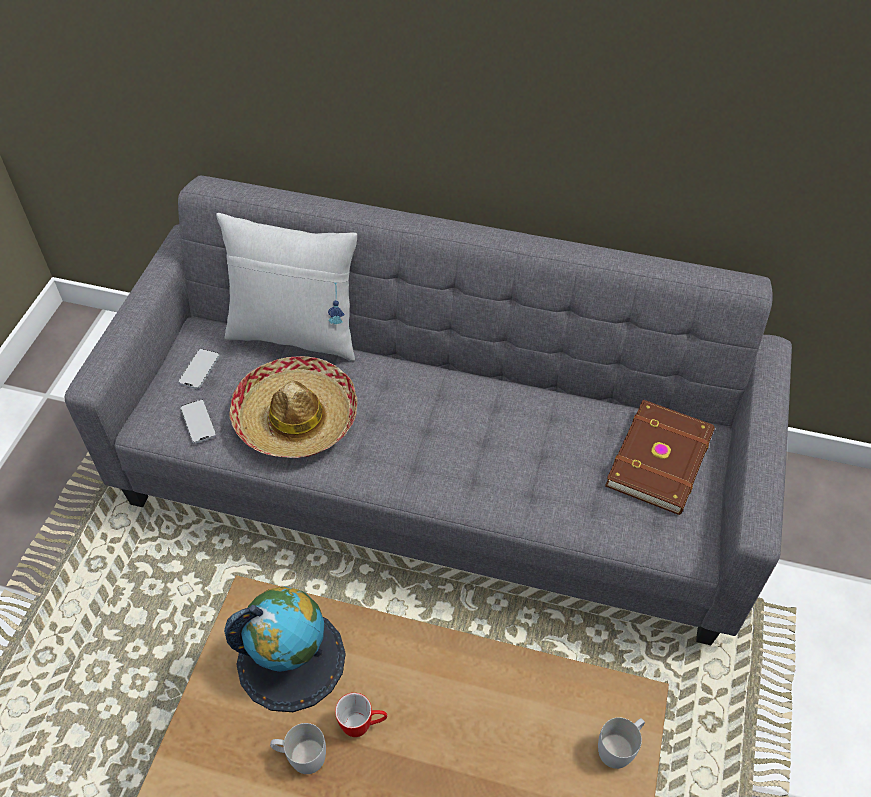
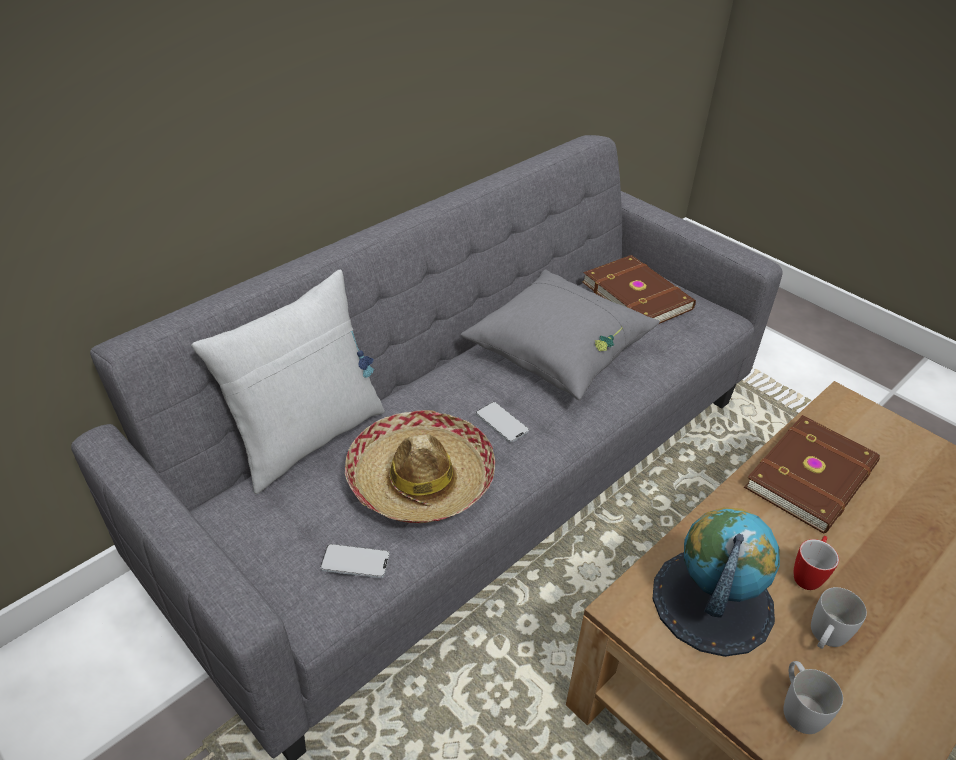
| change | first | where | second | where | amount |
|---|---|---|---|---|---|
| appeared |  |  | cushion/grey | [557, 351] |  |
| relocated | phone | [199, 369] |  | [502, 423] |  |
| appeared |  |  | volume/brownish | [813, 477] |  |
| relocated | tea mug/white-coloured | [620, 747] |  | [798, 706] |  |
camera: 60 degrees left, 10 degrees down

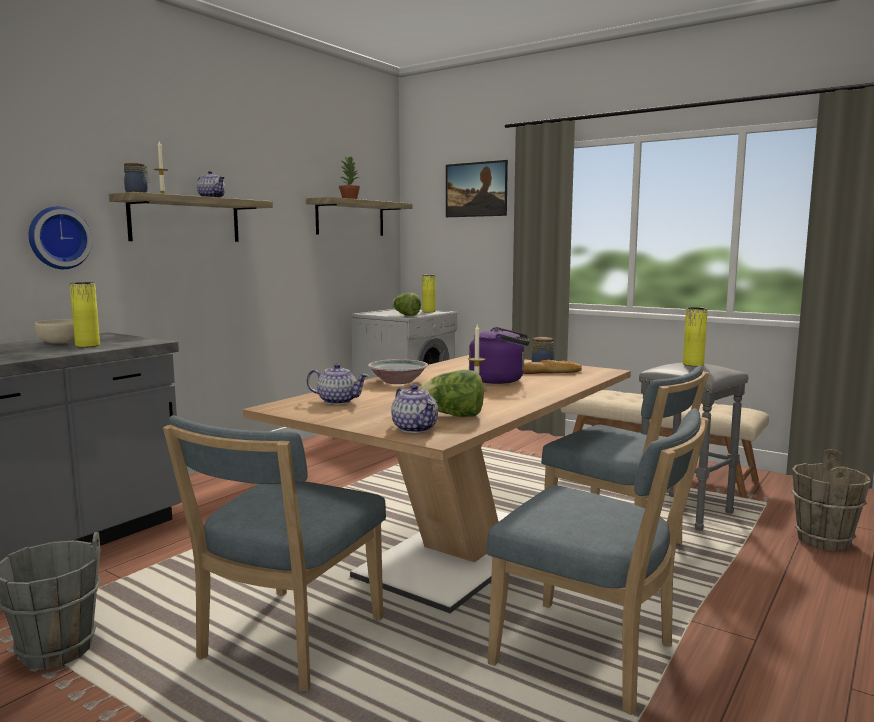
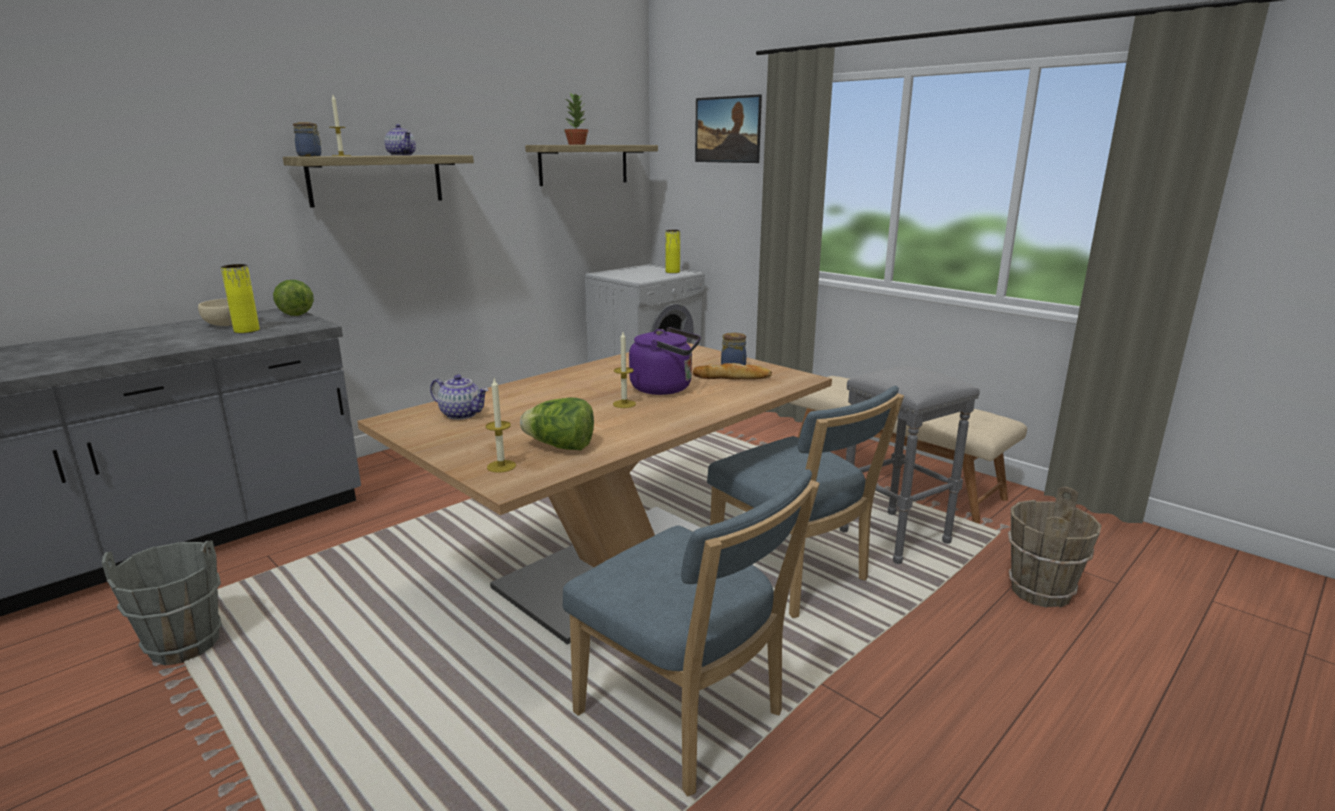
| change | first | where | second | where | amount |
|---|---|---|---|---|---|
| relocated | head of lettuce | [406, 315] |  | [294, 313] |  |
| exchanged | pot for tea | [415, 429] | wax candle | [501, 466] |  |
| missing | clock on the wall | [58, 238] |  |  |  |
| missing | plain chair/blue | [286, 642] |  |  |  |
| missing | deep dish | [397, 381] |  |  |  |
| missing | flower vase/yellow-coloured | [693, 364] |  |  |  |
camera: 10 degrees right, 10 degrees up

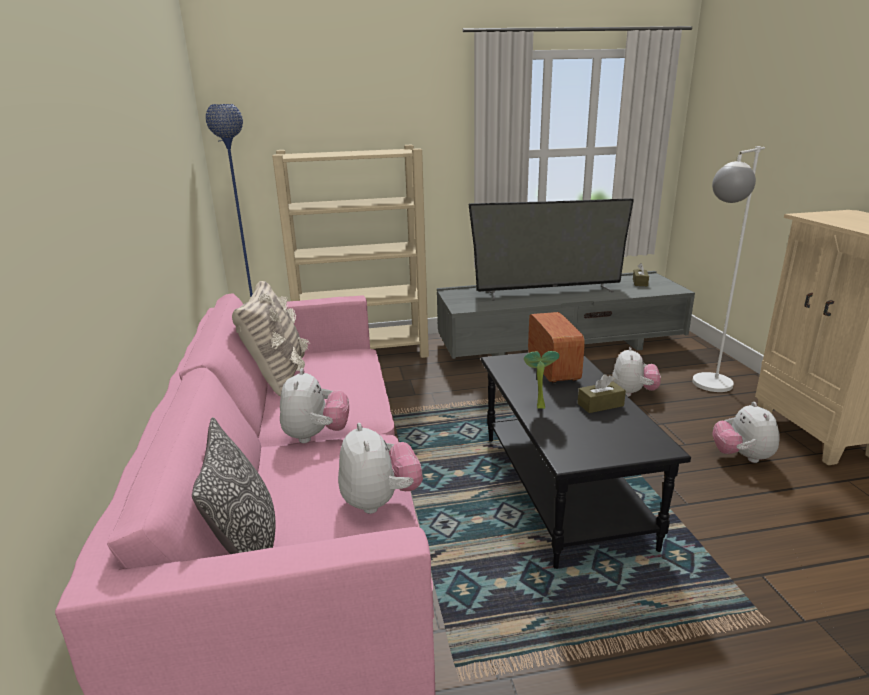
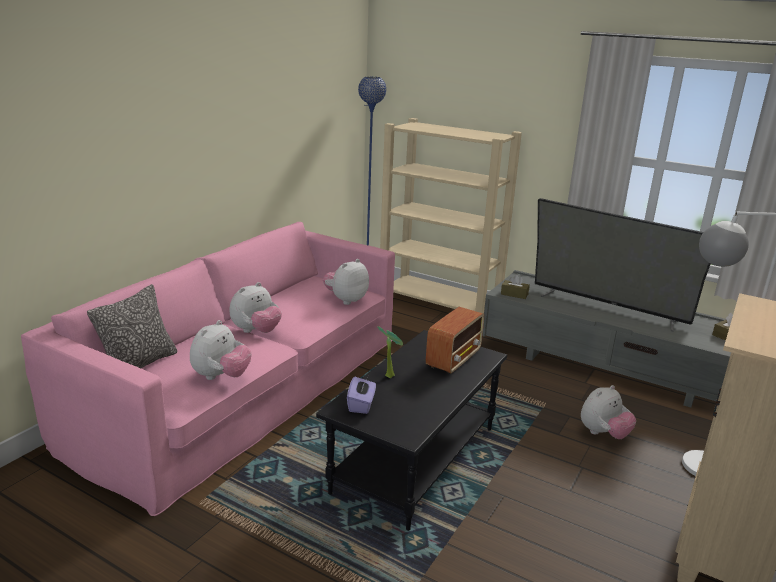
| change | first | where | second | where | amount |
|---|---|---|---|---|---|
| relocated | plush toy | [741, 457] |  | [346, 300] |  |
| appeared |  |  | tissue box/purple | [361, 405] |  |
| relocated | tissue box/brownish | [600, 405] |  | [514, 294] |  |
| missing | cushion/beige | [280, 376] |  |  |  |
camera: 40 degrees right, 0 degrees up

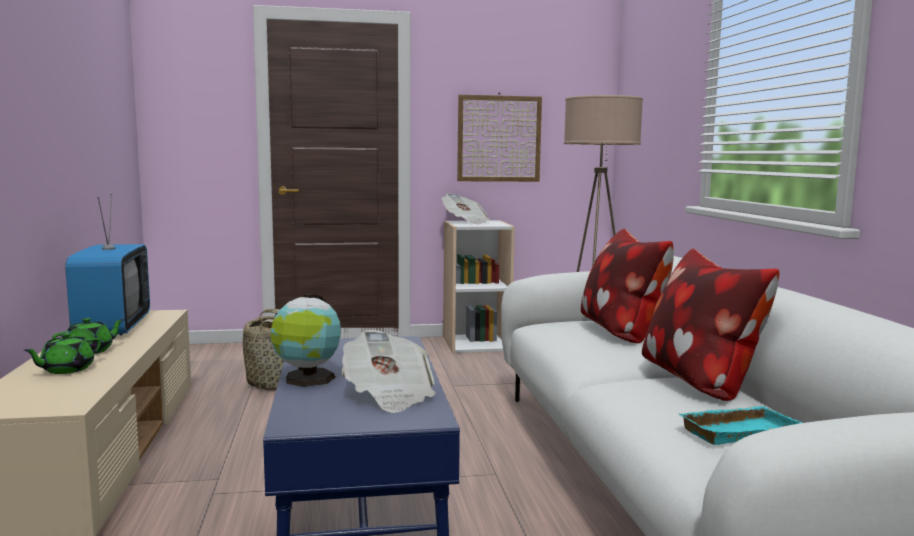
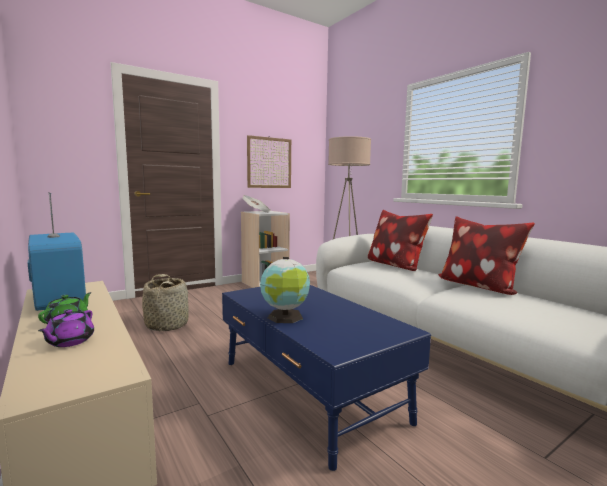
| change | first | where | second | where | amount |
|---|---|---|---|---|---|
| colour | pot for tea/greenish | [66, 370] | pot for tea/purple | [69, 341] |  |
| missing | newspaper | [388, 395] |  |  |  |
| missing | tray/blue-green | [737, 430] |  |  |  |
camera: 25 degrees left, 0 degrees up

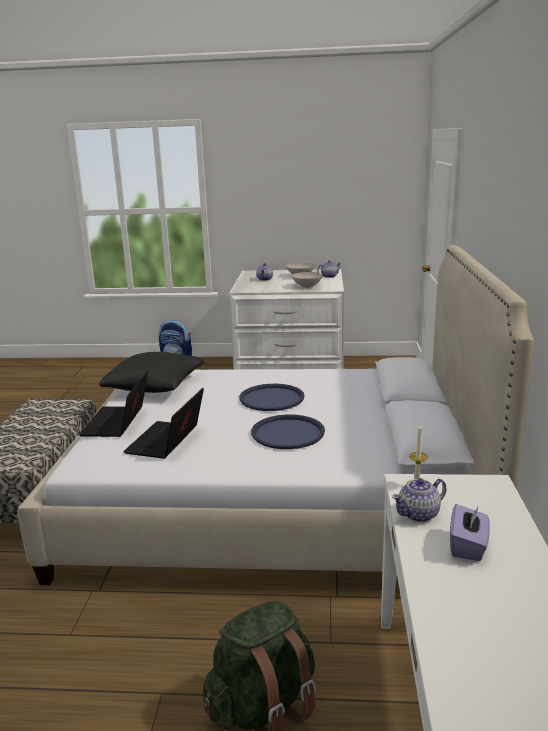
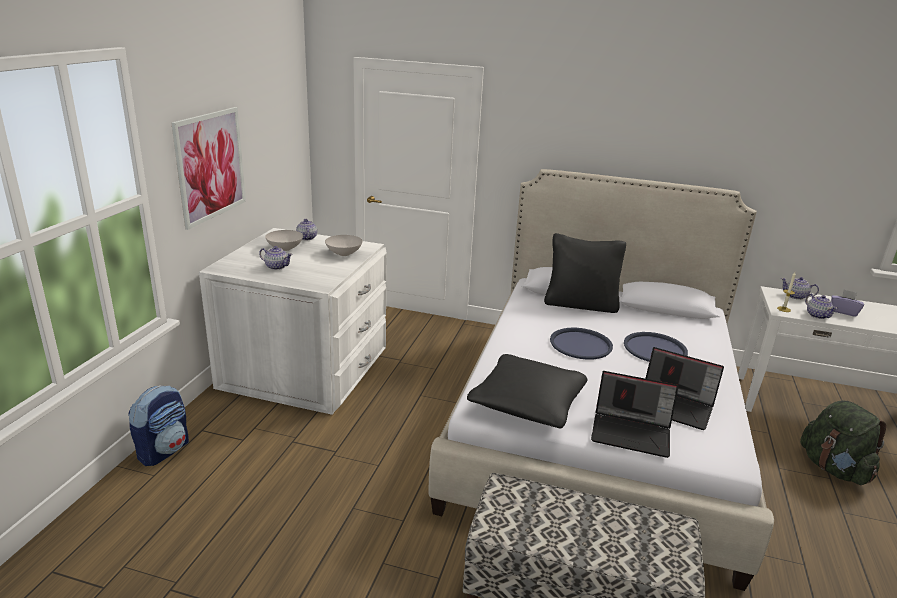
| change | first | where | second | where | amount |
|---|---|---|---|---|---|
| appeared |  |  | picture | [210, 166] |  |
| appeared |  |  | cushion/black | [580, 304] |  |
| appeared |  |  | pot for tea | [796, 296] |  |
camera: 80 degrees left, 5 degrees up

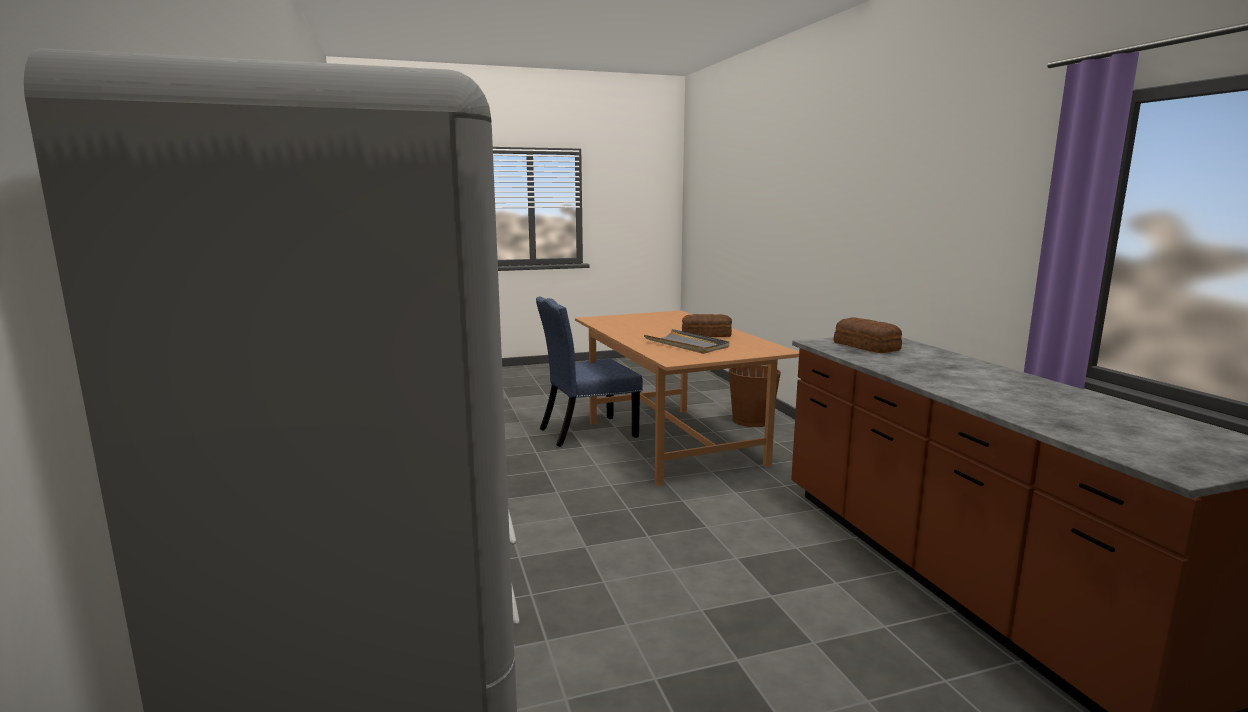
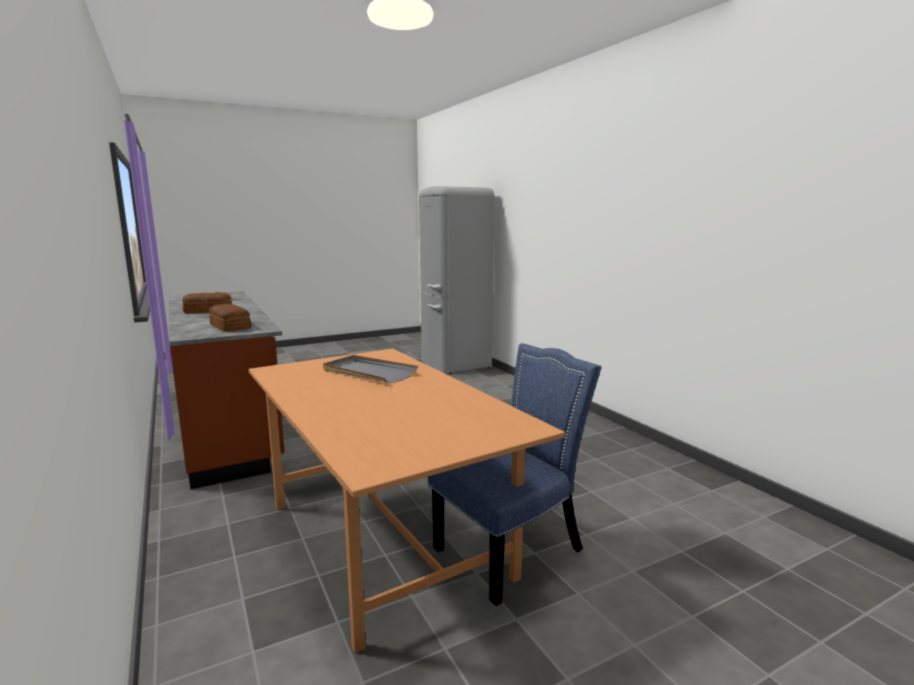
| change | first | where | second | where | amount |
|---|---|---|---|---|---|
| relocated | bakery bread | [707, 335] |  | [208, 311] |  |
| missing | water bucket/brownish | [752, 420] |  |  |  |
camera: 170 degrees right, 0 degrees up

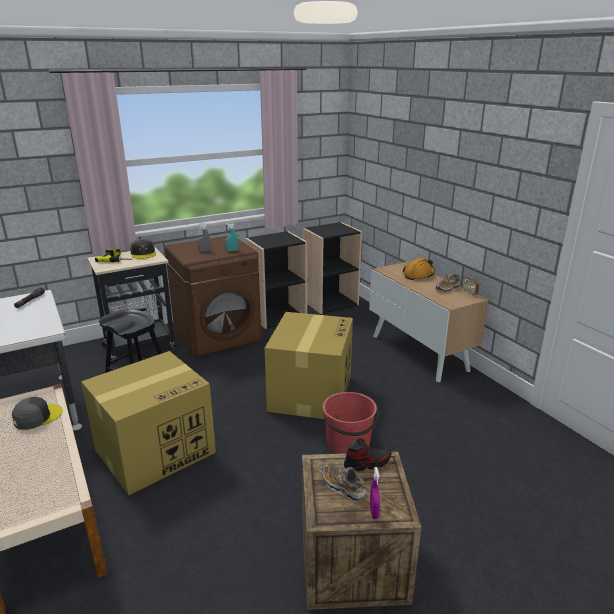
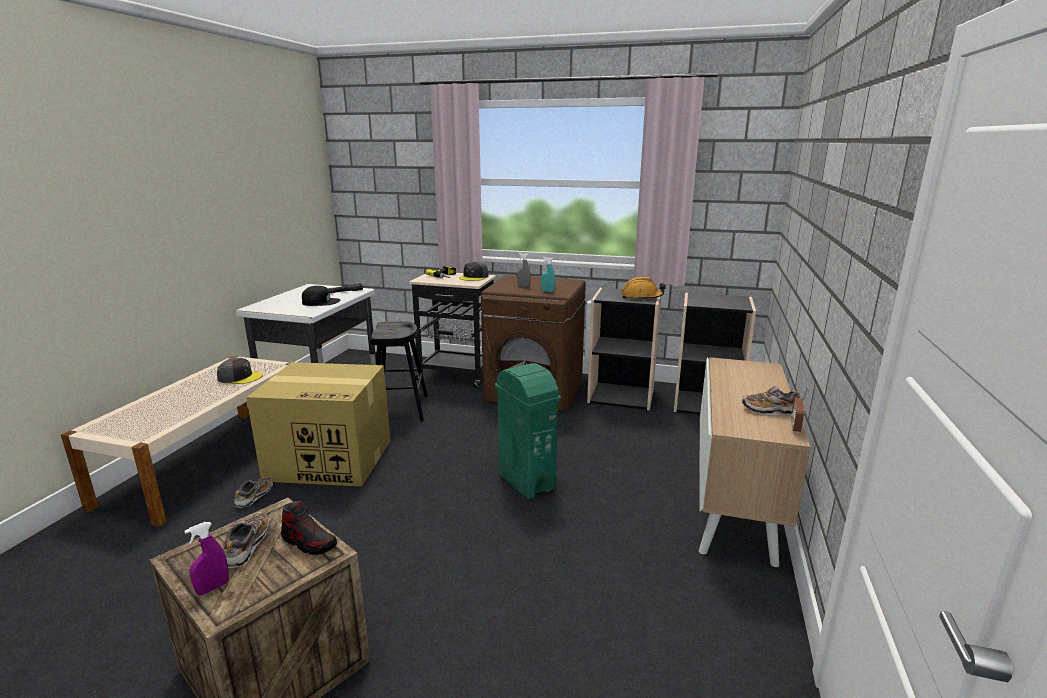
| change | first | where | second | where | amount |
|---|---|---|---|---|---|
| appeared |  |  | item of footwear | [254, 497] |  |
| appeared |  |  | baseball cap/black | [320, 302] |  |
| exchanged | packing box | [310, 392] | waste bin/greenish | [526, 481] |  |
| relocated | work helmet/orange-coloured | [418, 275] |  | [641, 297] |  |
| missing | water bucket/red-coloured | [348, 443] |  |  |  |
camera: 45 degrees right, 5 degrees down

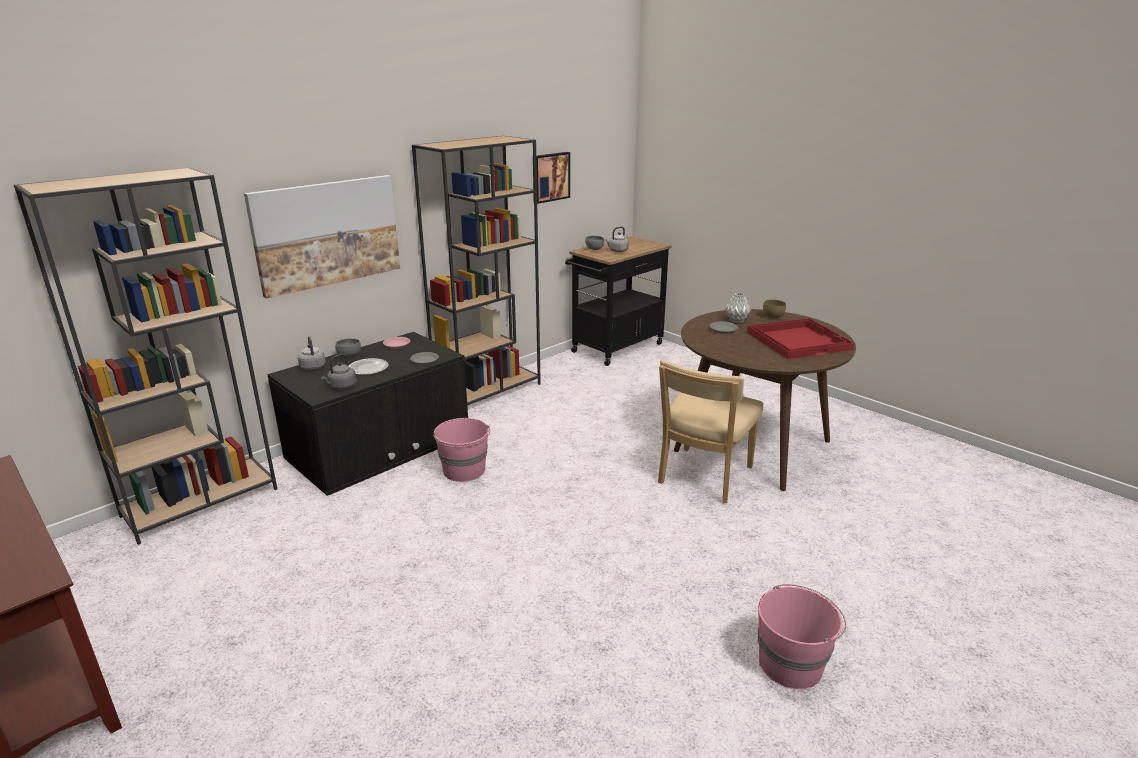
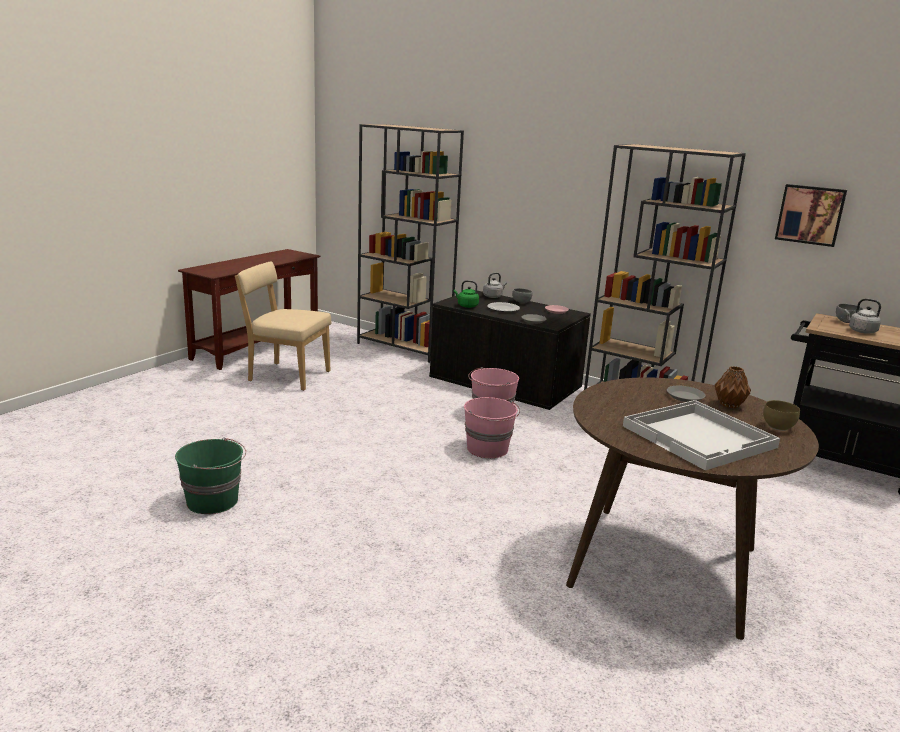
| change | first | where | second | where | amount |
|---|---|---|---|---|---|
| appeared |  |  | water bucket/greenish | [213, 501] |  |
| relocated | plain chair/beige | [702, 477] |  | [286, 375] |  |
| colour | water kettle/grey | [341, 387] | water kettle/greenish | [466, 306] |  |
| relocated | water bucket/pink-coloured | [791, 664] |  | [488, 449] |  |
| colour | tray/red-coloured | [798, 340] | tray/white-coloured | [700, 437] |  |
| colour | flower vase/grey | [736, 321] | flower vase/brownish | [728, 404] |  |
| missing | picture | [327, 233] |  |  |  |
camera: 75 degrees right, 5 degrees down

